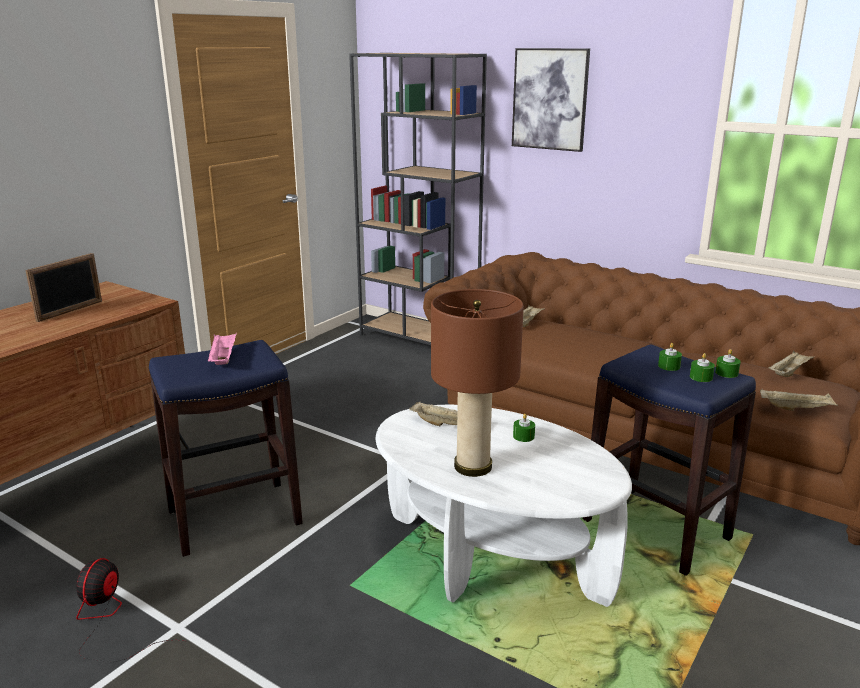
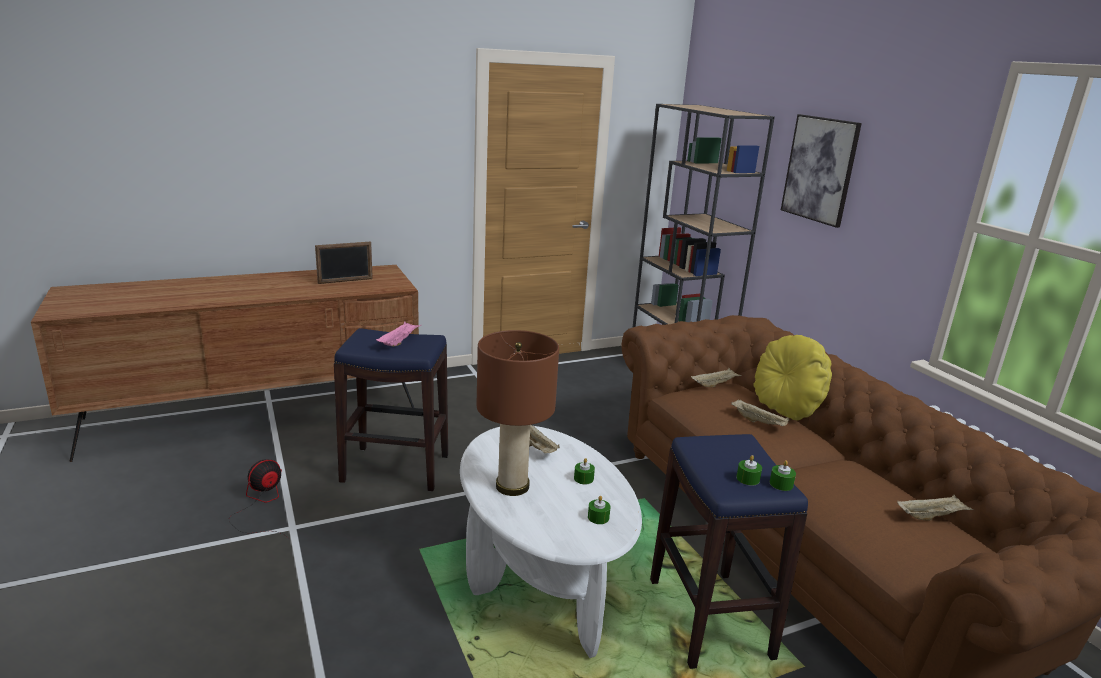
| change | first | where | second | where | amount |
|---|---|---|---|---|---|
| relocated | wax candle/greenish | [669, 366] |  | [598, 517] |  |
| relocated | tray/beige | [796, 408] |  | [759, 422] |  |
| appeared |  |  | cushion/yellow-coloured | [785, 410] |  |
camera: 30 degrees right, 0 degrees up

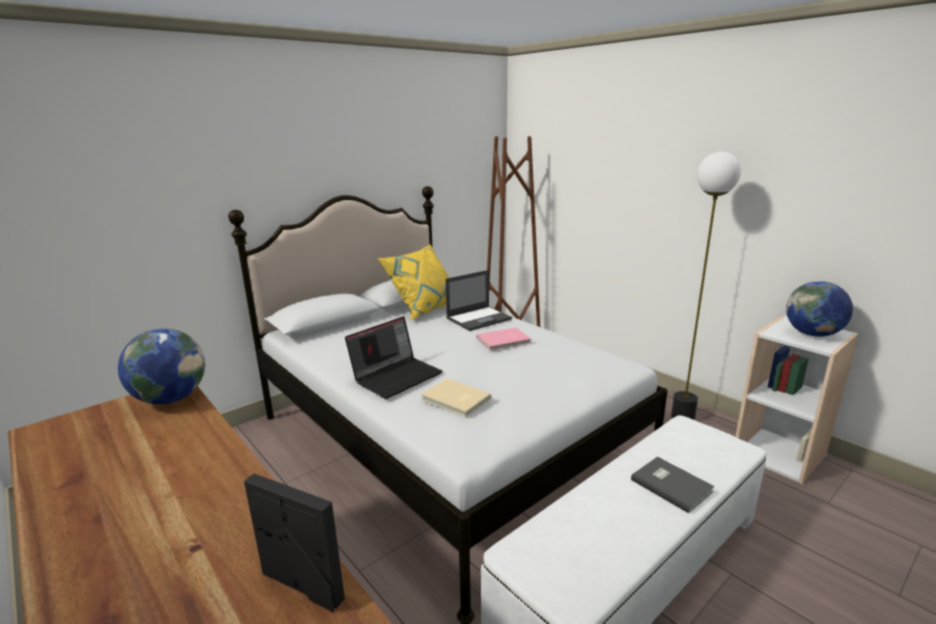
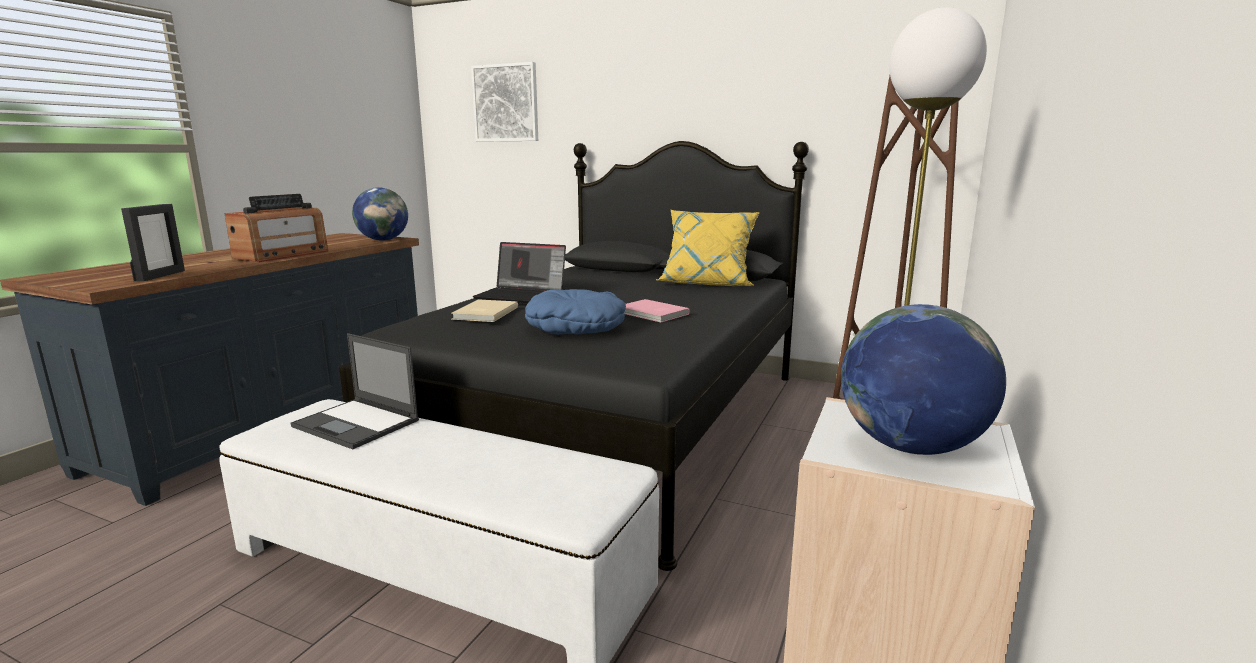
| change | first | where | second | where | amount |
|---|---|---|---|---|---|
| appeared |  |  | radio receiver | [282, 255] |  |
| relocated | laptop | [479, 318] |  | [357, 424] |  |
| colour | bedroom bed/white-coloured | [444, 441] | bedroom bed/black | [612, 421] |  |
| appeared |  |  | picture | [506, 103] |  |
| appeared |  |  | cushion/blue | [577, 327] |  |
| missing | volume/grey | [671, 484] |  |  |  |
camera: 65 degrees right, 5 degrees down

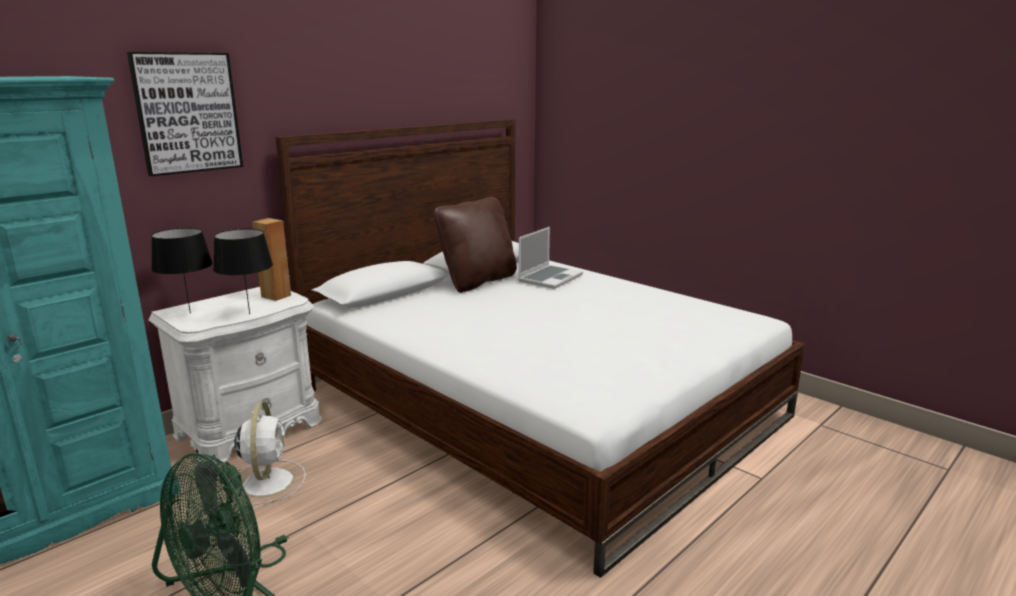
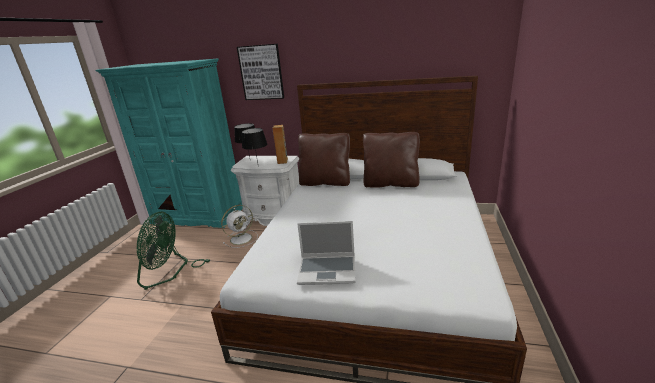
| change | first | where | second | where | amount |
|---|---|---|---|---|---|
| relocated | laptop | [550, 278] |  | [328, 270] |  |
| appeared |  |  | cushion/brownish | [325, 182] |  |
camera: 60 degrees right, 5 degrees up

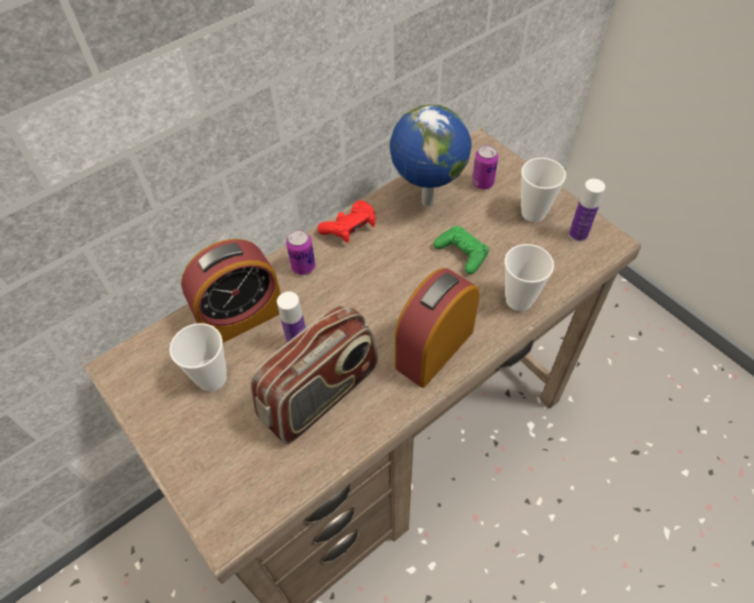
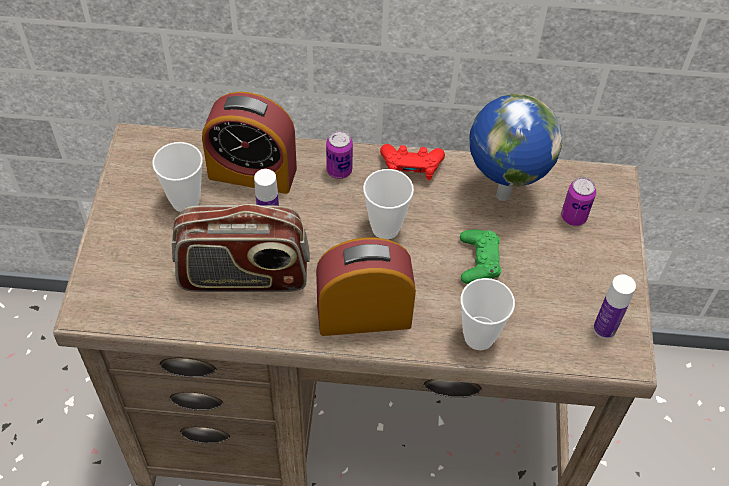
| change | first | where | second | where | amount |
|---|---|---|---|---|---|
| relocated | drinking cup | [533, 213] |  | [385, 228] |  |
camera: 40 degrees right, 0 degrees up

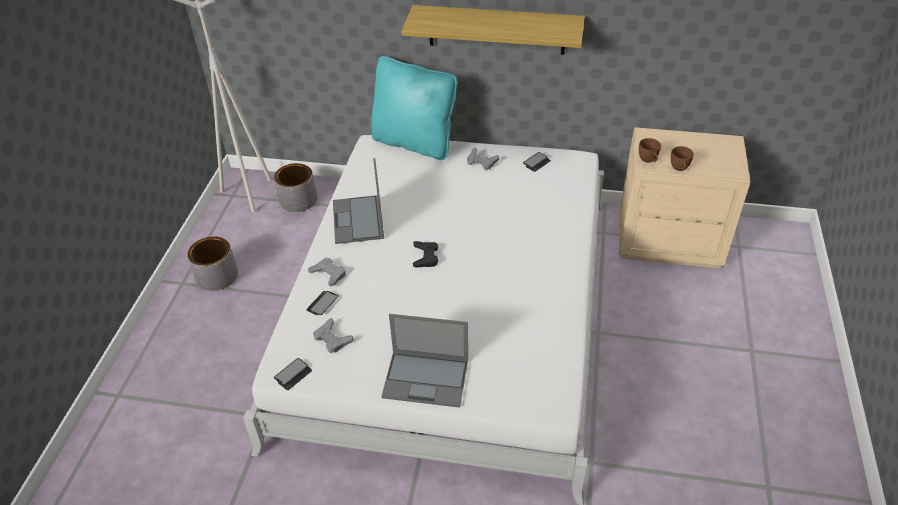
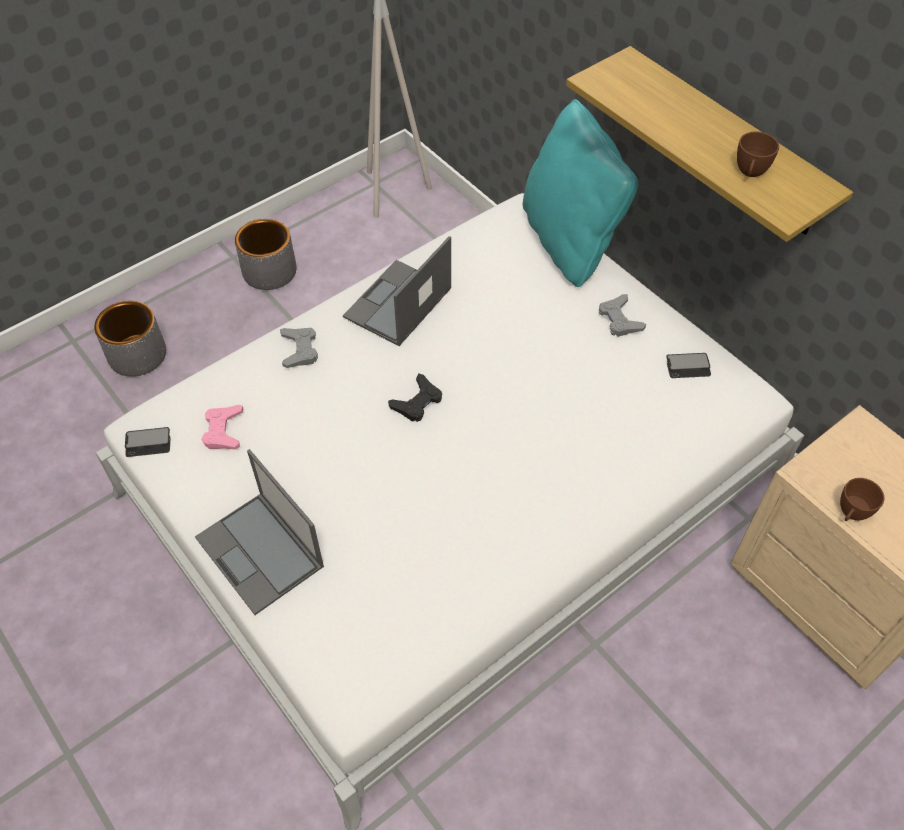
| change | first | where | second | where | amount |
|---|---|---|---|---|---|
| relocated | flower pot/grey | [298, 201] |  | [137, 356] |  |
| colour | game controller/grey | [332, 339] | game controller/pink-coloured | [223, 431] |  |
| relocated | drinking cup/brownish | [648, 160] |  | [750, 173] |  |
| missing | phone | [322, 303] |  |  |  |
camera: 40 degrees right, 10 degrees up

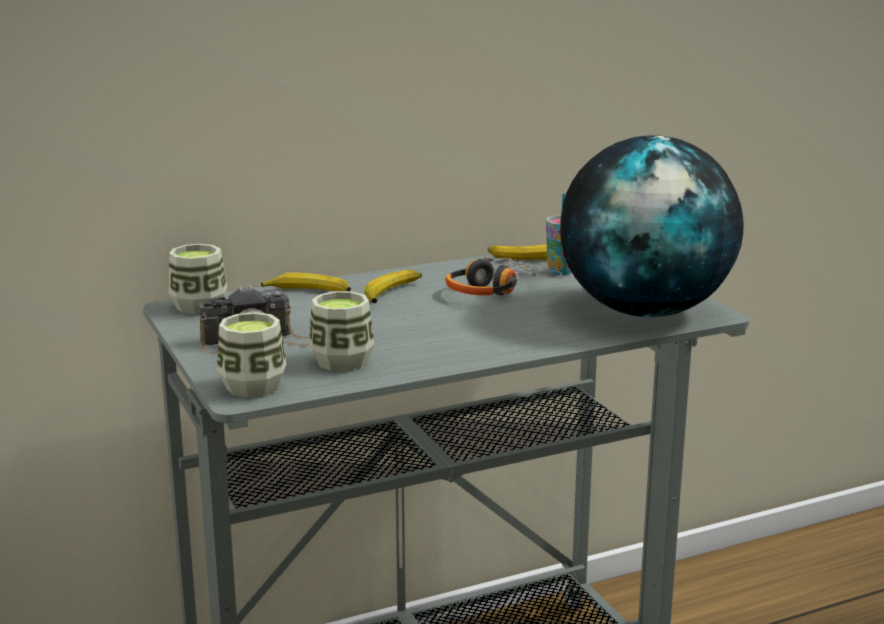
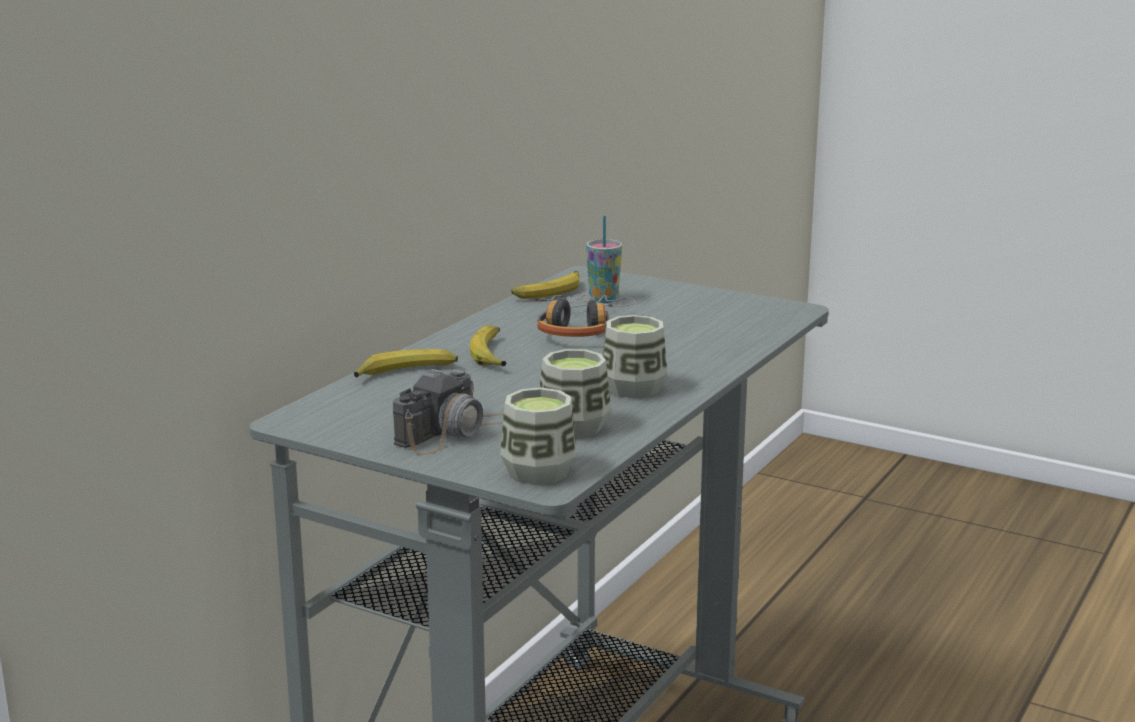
| change | first | where | second | where | amount |
|---|---|---|---|---|---|
| relocated | drinking cup | [199, 306] |  | [633, 388] |  |
| missing | world globe | [645, 311] |  |  |  |
camera: 35 degrees left, 0 degrees up

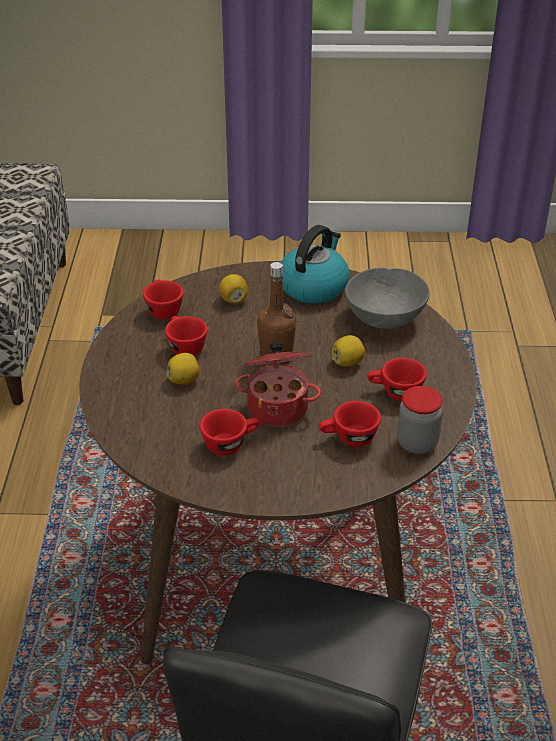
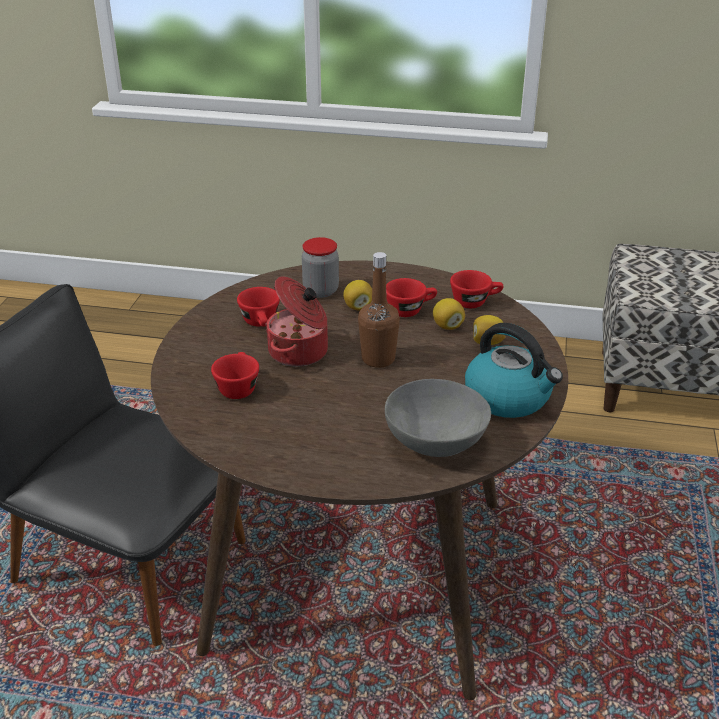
| change | first | where | second | where | amount |
|---|---|---|---|---|---|
| relocated | jar | [417, 443] |  | [321, 291] |  |
| relocated | whole lemon | [348, 362] |  | [447, 326] |  |
| missing | drinking cup/red-coloured | [395, 392] |  |  |  |
camera: 100 degrees right, 5 degrees down

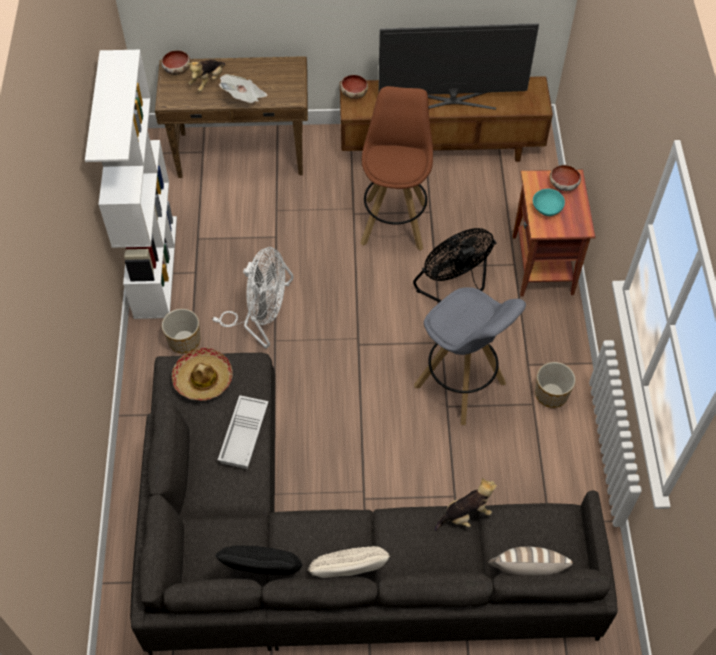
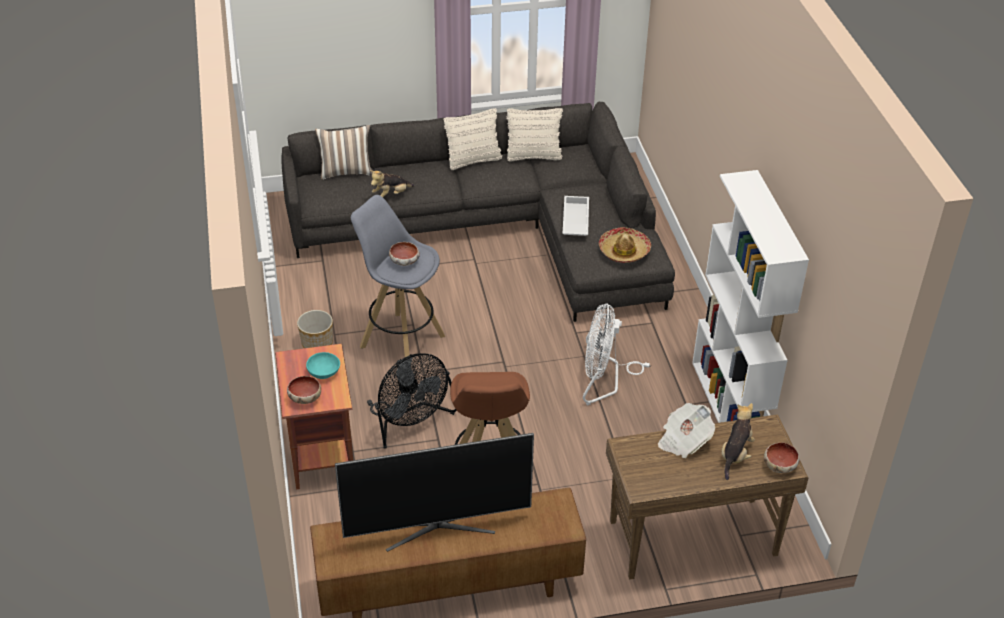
| change | first | where | second | where | amount |
|---|---|---|---|---|---|
| relocated | deep dish | [353, 93] |  | [405, 261] |  |
| colour | cushion/black | [262, 573] | cushion/beige | [534, 156] |  |
| missing | flower pot | [184, 340] |  |  |  |
camera: 170 degrees right, 15 degrees down

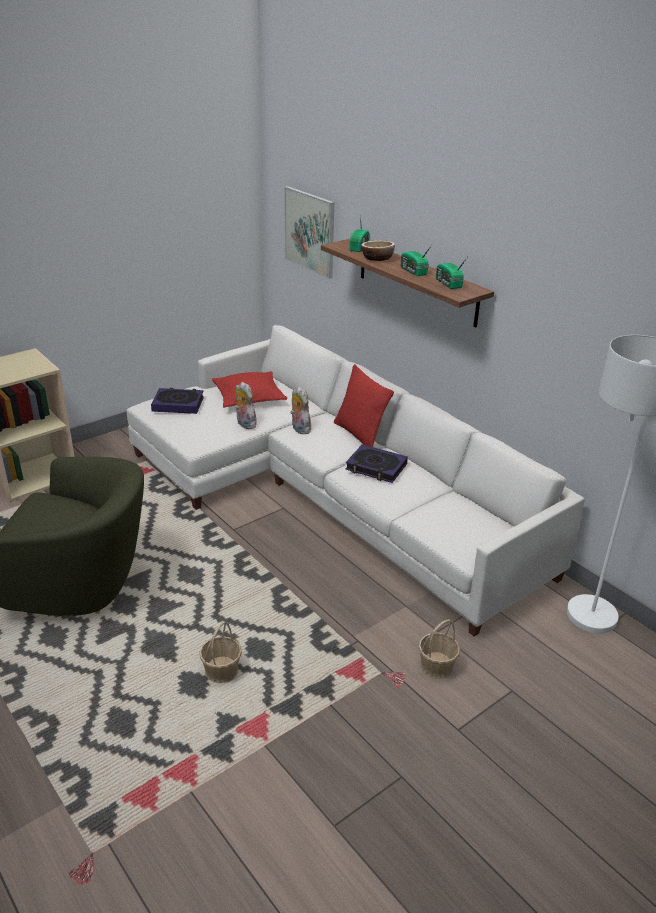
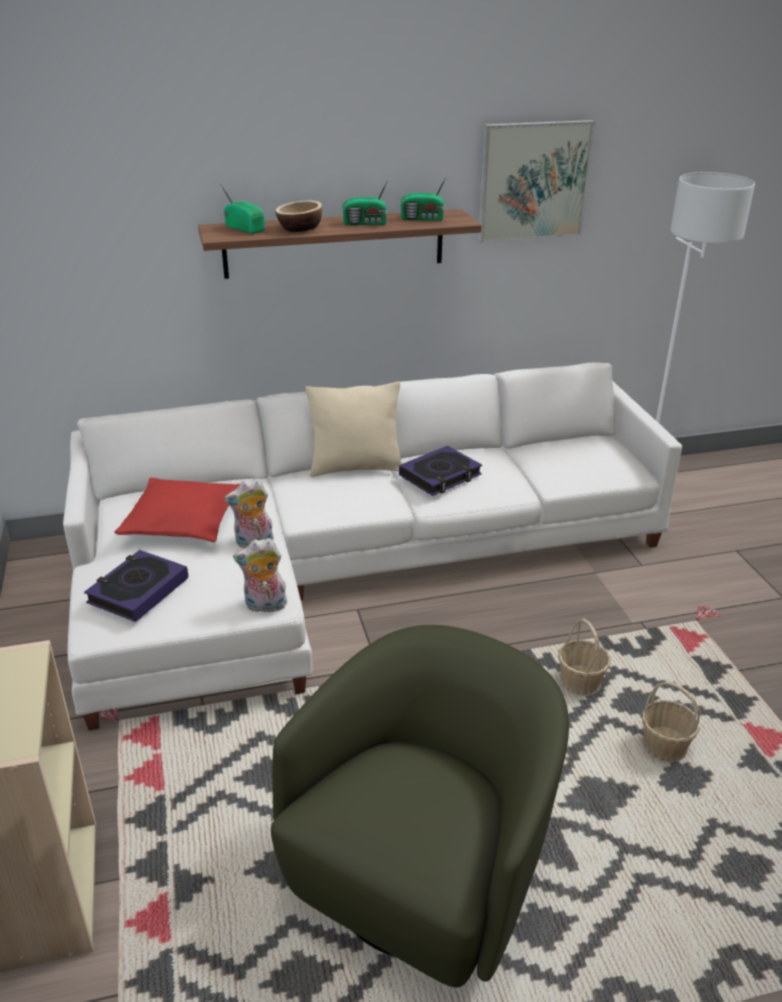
| change | first | where | second | where | amount |
|---|---|---|---|---|---|
| relocated | plush toy | [299, 429] |  | [264, 606] |  |
| colour | cushion/red-coloured | [359, 435] | cushion/beige | [355, 467] |  |
| relocated | picture | [309, 231] |  | [533, 181] |  |
| relocated | storage basket | [437, 666] |  | [580, 681] |  |
camera: 65 degrees left, 0 degrees up

